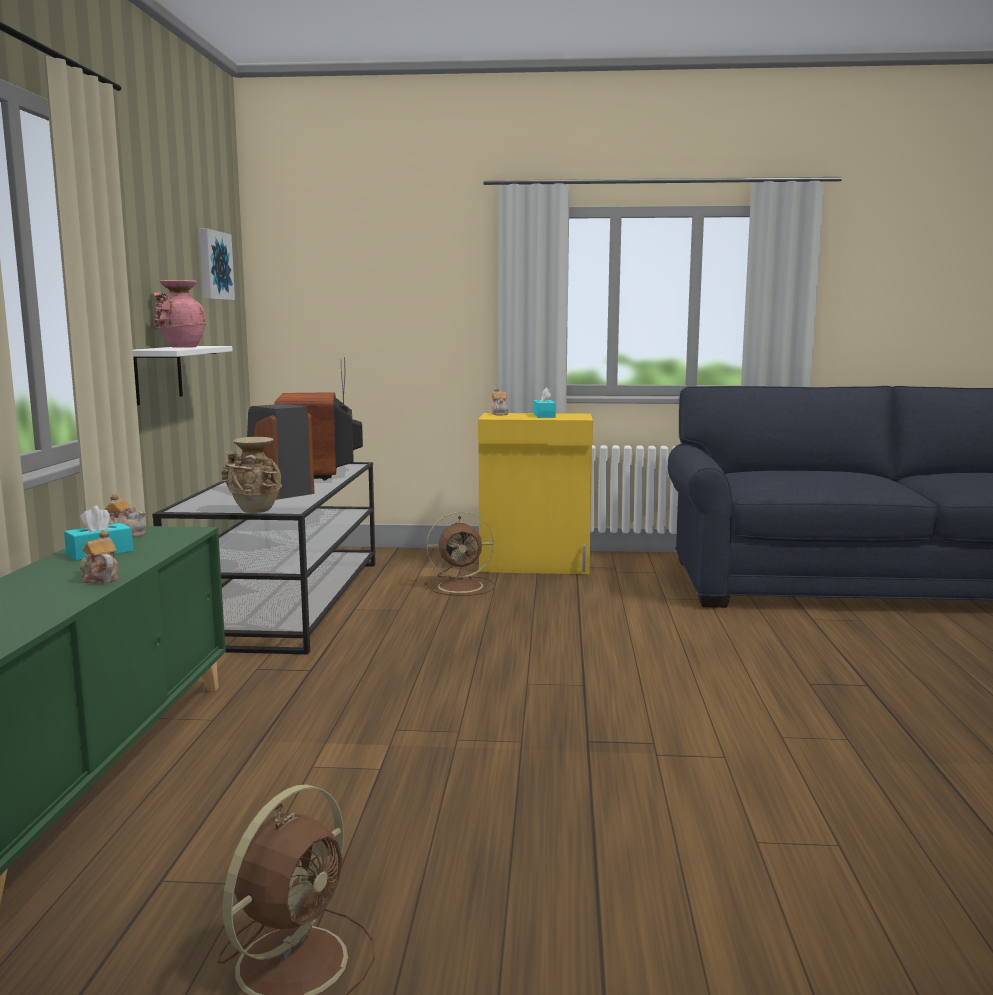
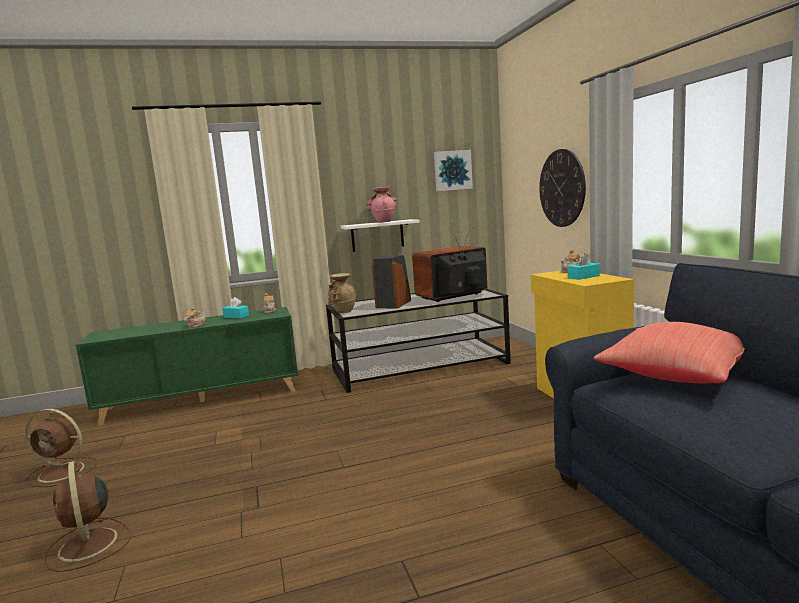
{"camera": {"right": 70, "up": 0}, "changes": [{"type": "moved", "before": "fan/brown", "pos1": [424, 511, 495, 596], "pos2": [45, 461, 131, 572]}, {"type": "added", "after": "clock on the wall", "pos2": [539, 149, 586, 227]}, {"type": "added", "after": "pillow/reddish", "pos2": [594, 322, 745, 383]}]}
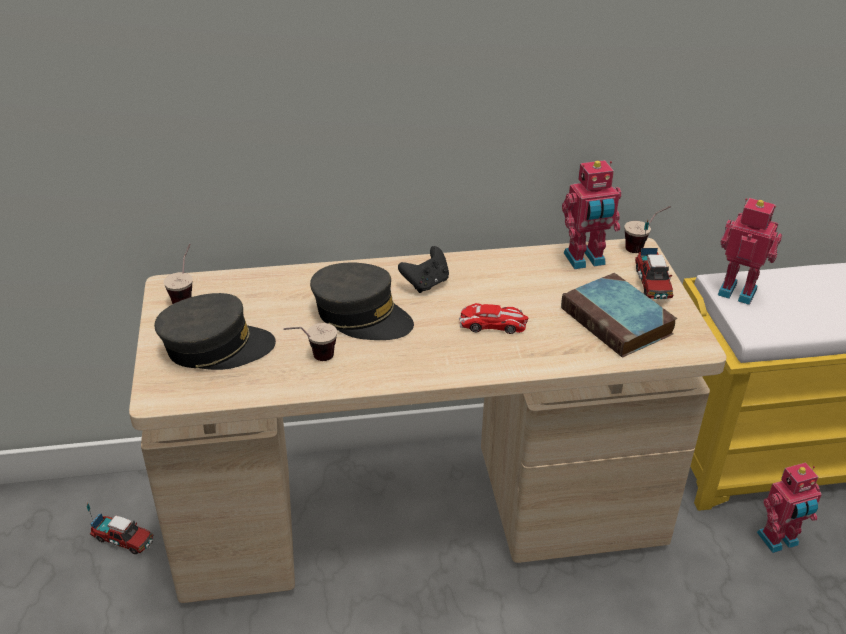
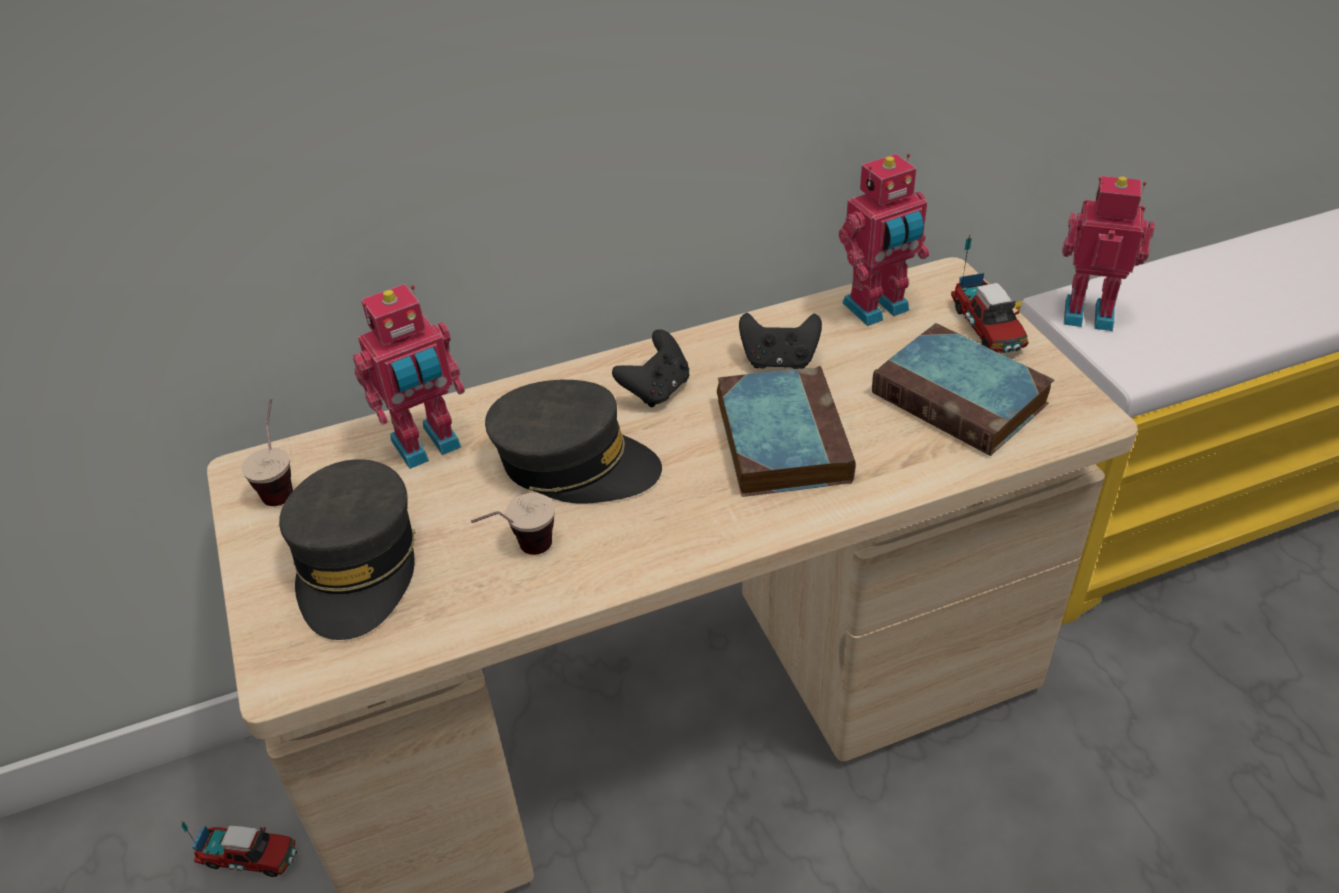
{"camera": {"right": -10, "up": 5}, "changes": [{"type": "turned", "before": "baseball cap/greyish", "pos1": [154, 293, 276, 370], "pos2": [279, 459, 415, 640], "turn": 105}, {"type": "moved", "before": "robot figure", "pos1": [757, 462, 822, 553], "pos2": [353, 284, 465, 469]}, {"type": "replaced", "before": "miniature car", "after": "bound book", "pos1": [459, 303, 528, 334], "pos2": [717, 366, 856, 497]}, {"type": "added", "after": "joypad/black", "pos2": [739, 313, 822, 369]}, {"type": "removed", "before": "small cup", "pos1": [625, 206, 671, 253]}]}
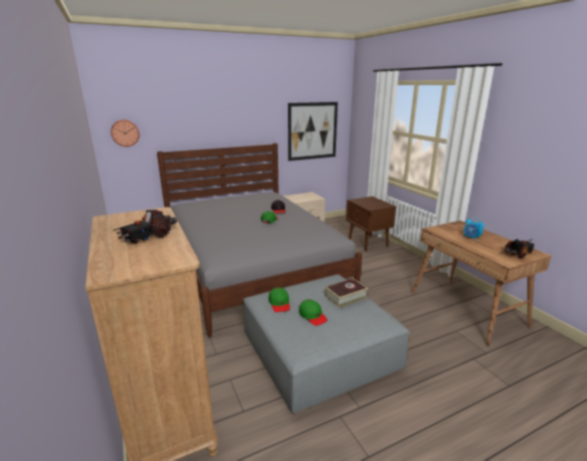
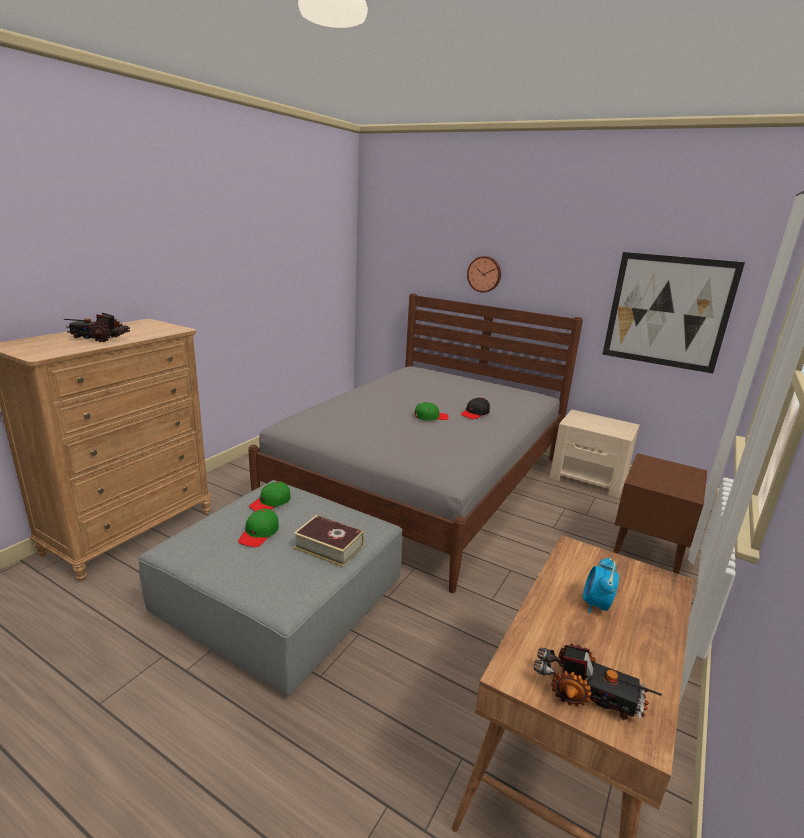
{"camera": {"right": 55, "up": 0}, "changes": [{"type": "moved", "before": "clock on the wall", "pos1": [111, 120, 139, 147], "pos2": [467, 256, 501, 293]}]}
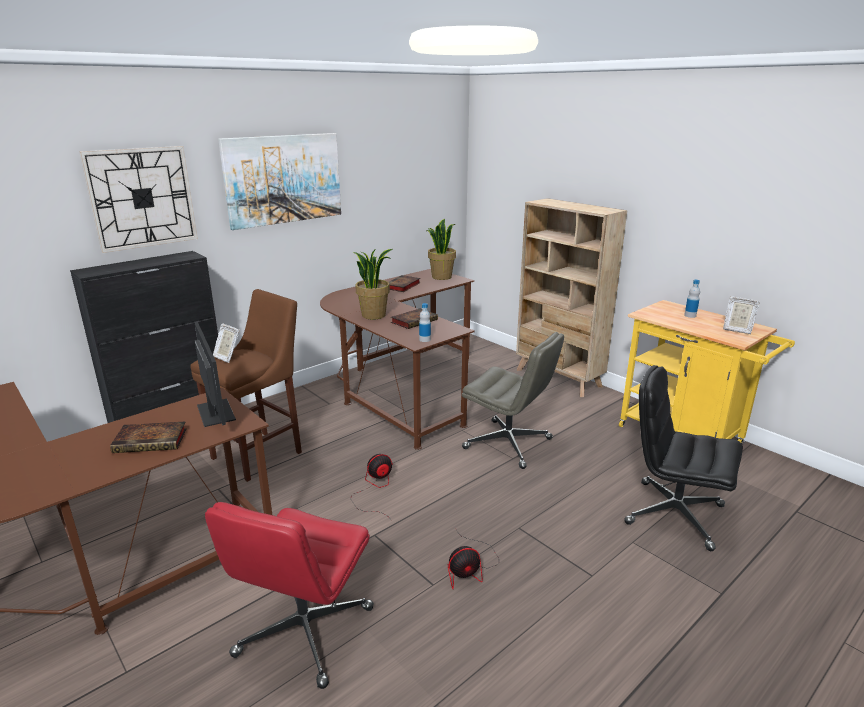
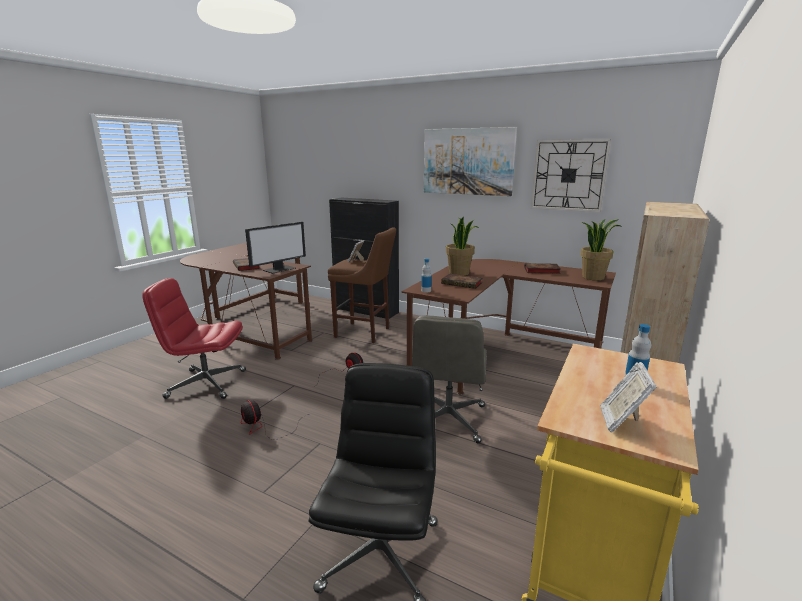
{"camera": {"right": 70, "up": -5}, "changes": [{"type": "moved", "before": "clock on the wall", "pos1": [79, 146, 198, 253], "pos2": [531, 139, 611, 212]}]}
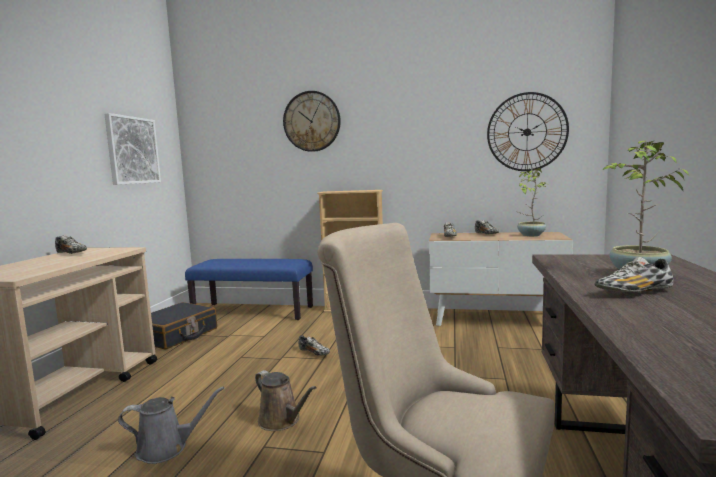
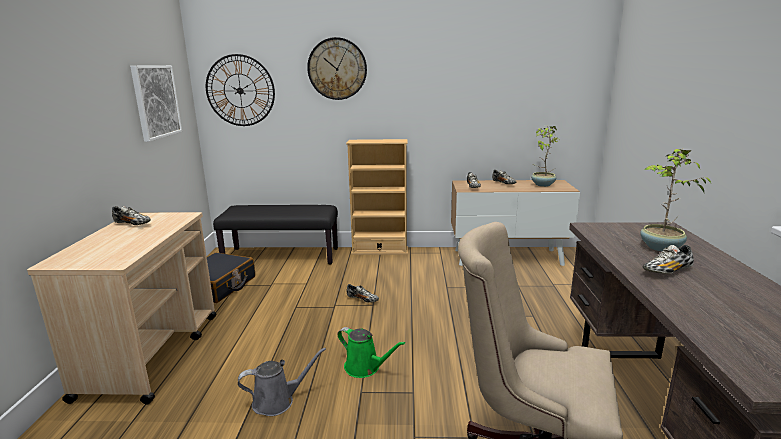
{"camera": {"right": -10, "up": 10}, "changes": [{"type": "moved", "before": "clock on the wall", "pos1": [487, 92, 569, 171], "pos2": [206, 54, 275, 126]}, {"type": "recoloured", "before": "long seat/bluish", "after": "long seat/black", "pos1": [185, 259, 313, 320], "pos2": [213, 205, 338, 264]}, {"type": "recoloured", "before": "sprinkling can/brown", "after": "sprinkling can/green", "pos1": [255, 370, 317, 431], "pos2": [337, 327, 405, 378]}]}
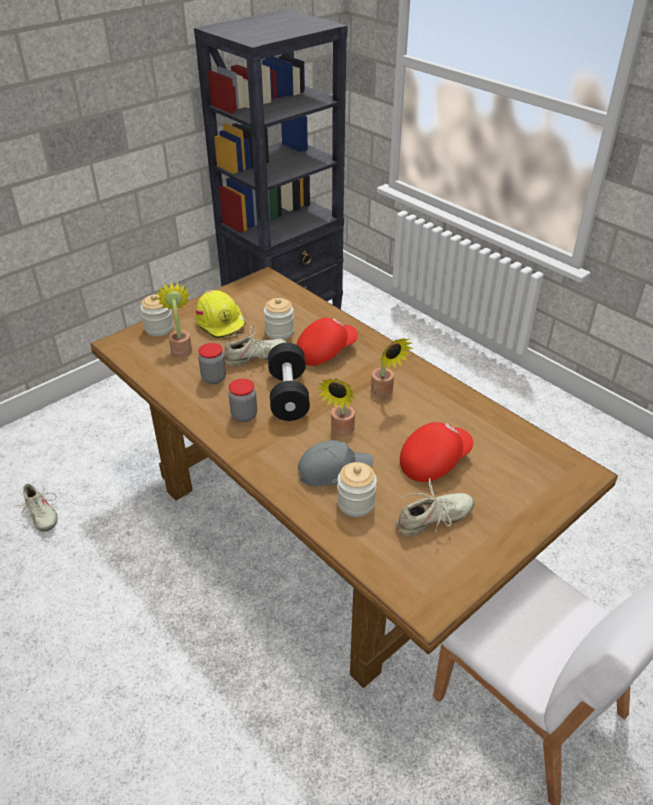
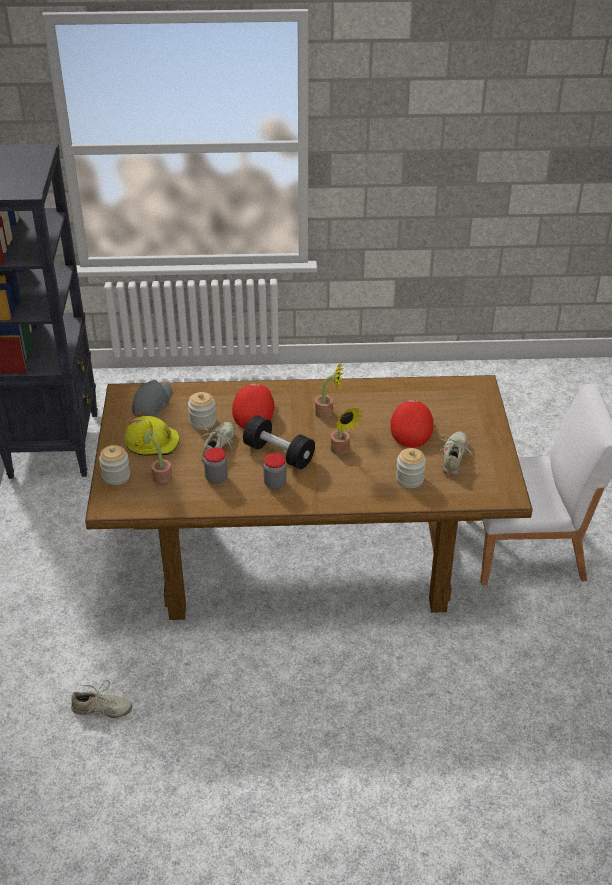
{"camera": {"right": -50, "up": 0}, "changes": [{"type": "moved", "before": "baseball cap/greyish", "pos1": [298, 440, 373, 486], "pos2": [132, 380, 173, 417]}]}
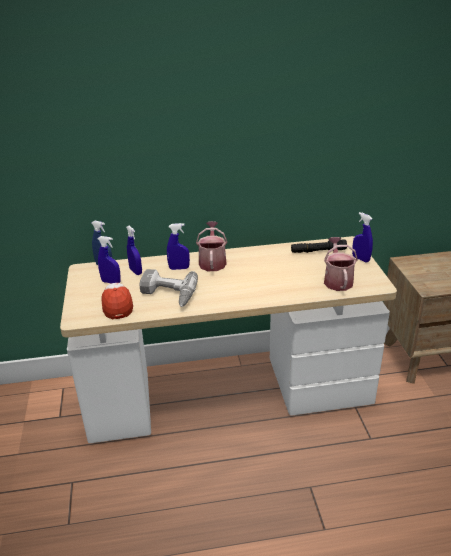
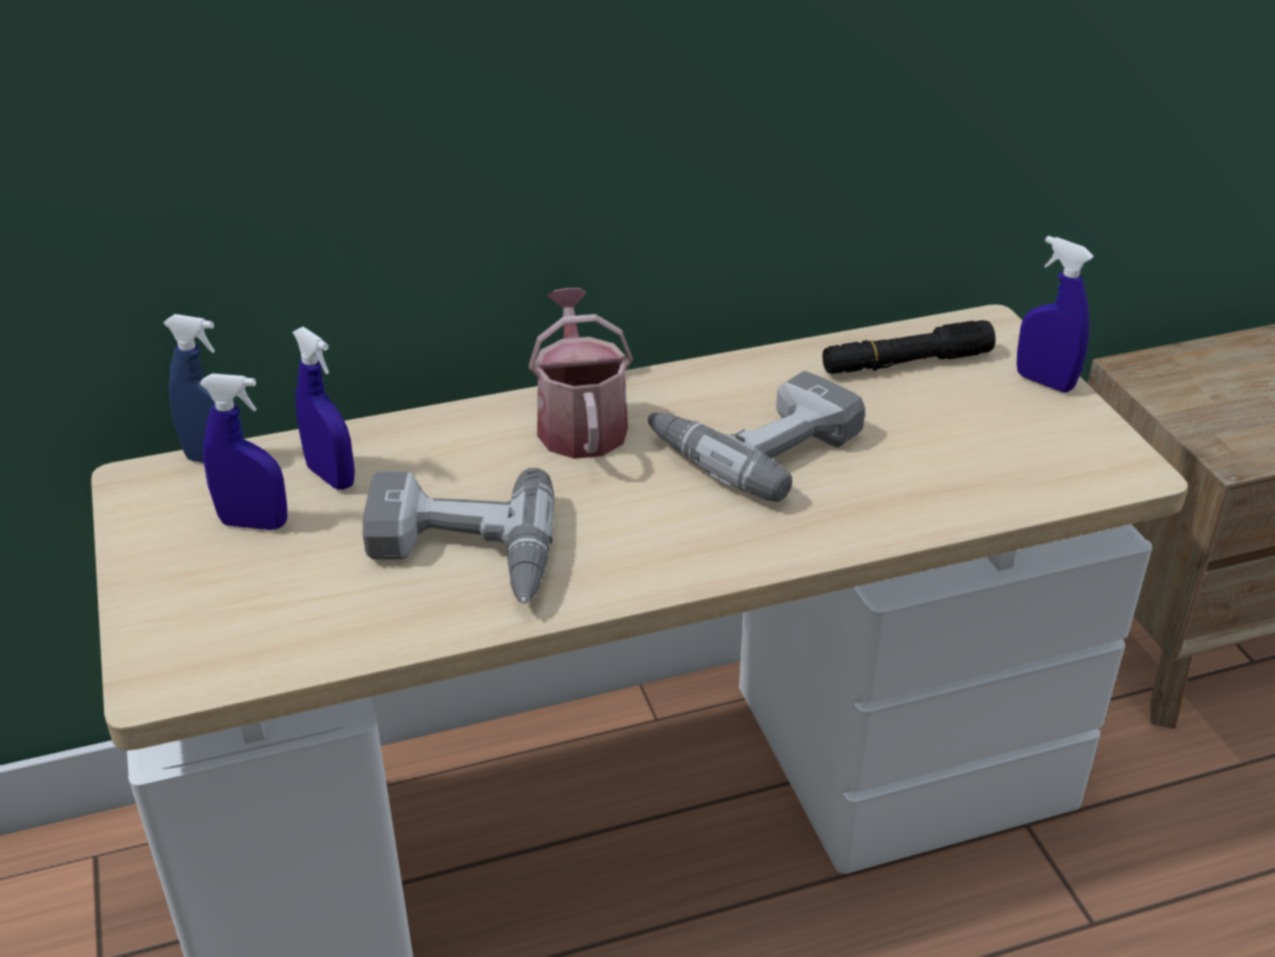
{"camera": {"right": -10, "up": 5}, "changes": [{"type": "added", "after": "electric drill", "pos2": [647, 371, 865, 502]}, {"type": "removed", "before": "baseball cap", "pos1": [101, 283, 133, 319]}, {"type": "removed", "before": "spray bottle/bluish", "pos1": [167, 223, 190, 270]}, {"type": "removed", "before": "sprinkling can", "pos1": [324, 237, 358, 291]}]}
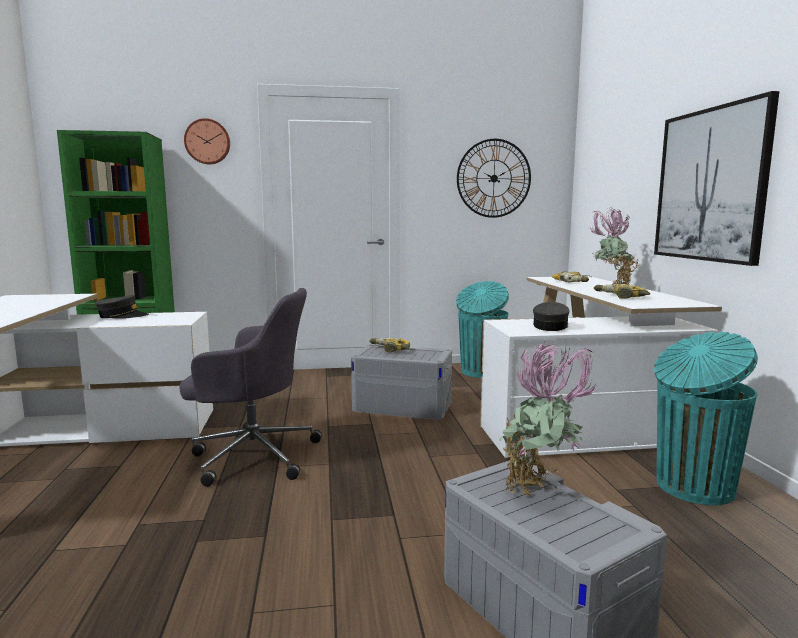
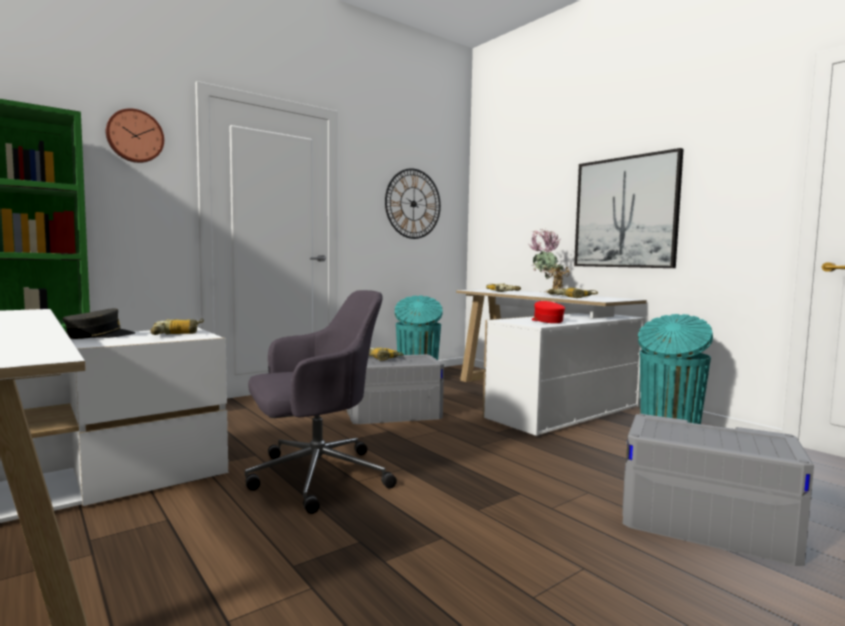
{"camera": {"right": -30, "up": -5}, "changes": [{"type": "added", "after": "electric drill", "pos2": [151, 319, 204, 335]}, {"type": "recoloured", "before": "baseball cap/greyish", "after": "baseball cap/reddish", "pos1": [533, 302, 569, 331], "pos2": [532, 301, 565, 323]}, {"type": "removed", "before": "plant in a pot", "pos1": [499, 339, 597, 496]}]}
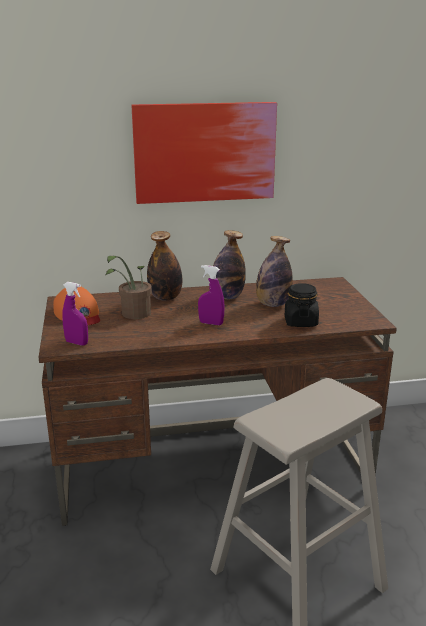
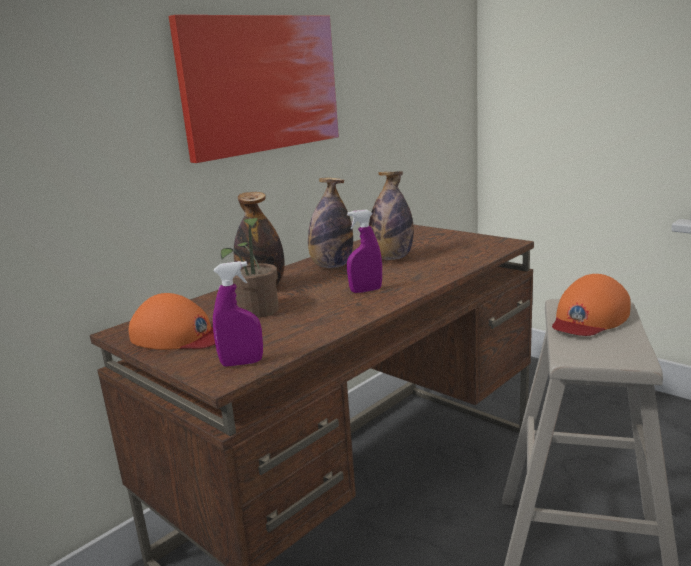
{"camera": {"right": -35, "up": -5}, "changes": [{"type": "added", "after": "baseball cap/orange-coloured", "pos2": [552, 274, 631, 336]}, {"type": "removed", "before": "storage jar/black", "pos1": [285, 283, 319, 327]}]}
